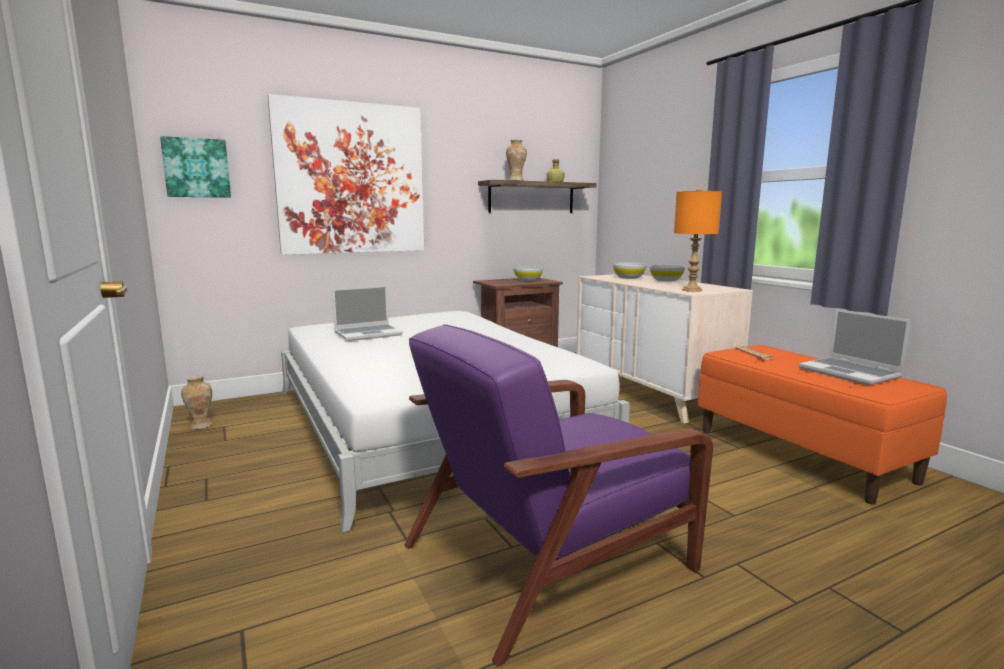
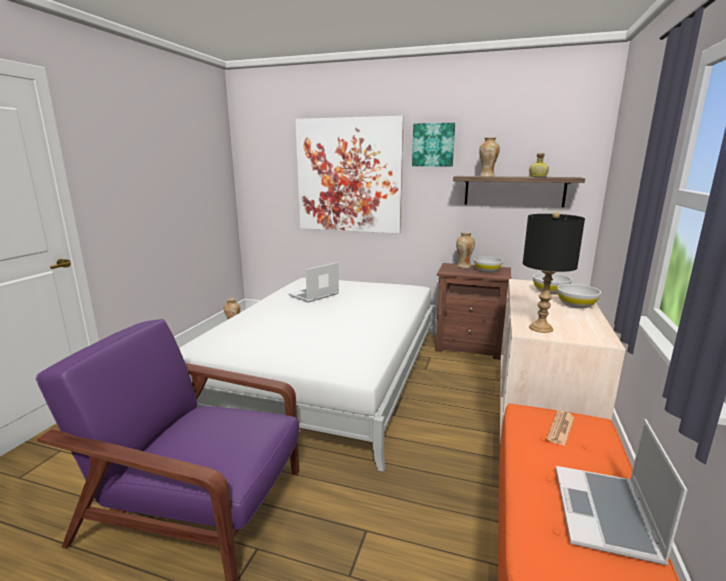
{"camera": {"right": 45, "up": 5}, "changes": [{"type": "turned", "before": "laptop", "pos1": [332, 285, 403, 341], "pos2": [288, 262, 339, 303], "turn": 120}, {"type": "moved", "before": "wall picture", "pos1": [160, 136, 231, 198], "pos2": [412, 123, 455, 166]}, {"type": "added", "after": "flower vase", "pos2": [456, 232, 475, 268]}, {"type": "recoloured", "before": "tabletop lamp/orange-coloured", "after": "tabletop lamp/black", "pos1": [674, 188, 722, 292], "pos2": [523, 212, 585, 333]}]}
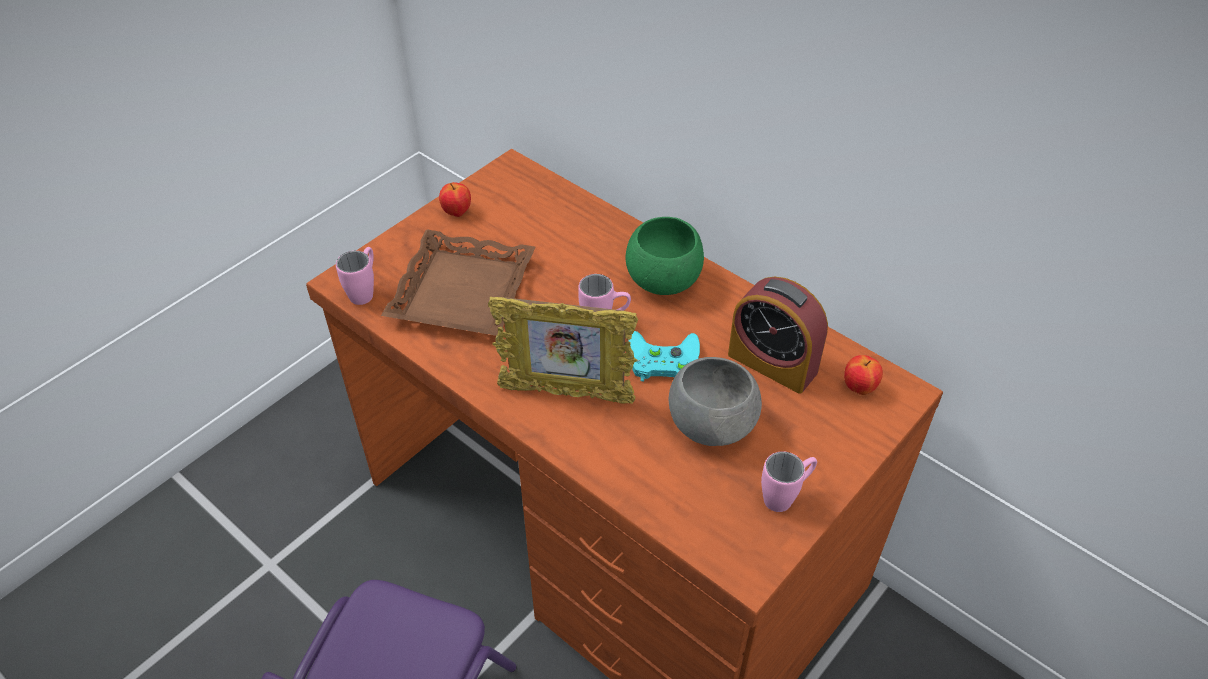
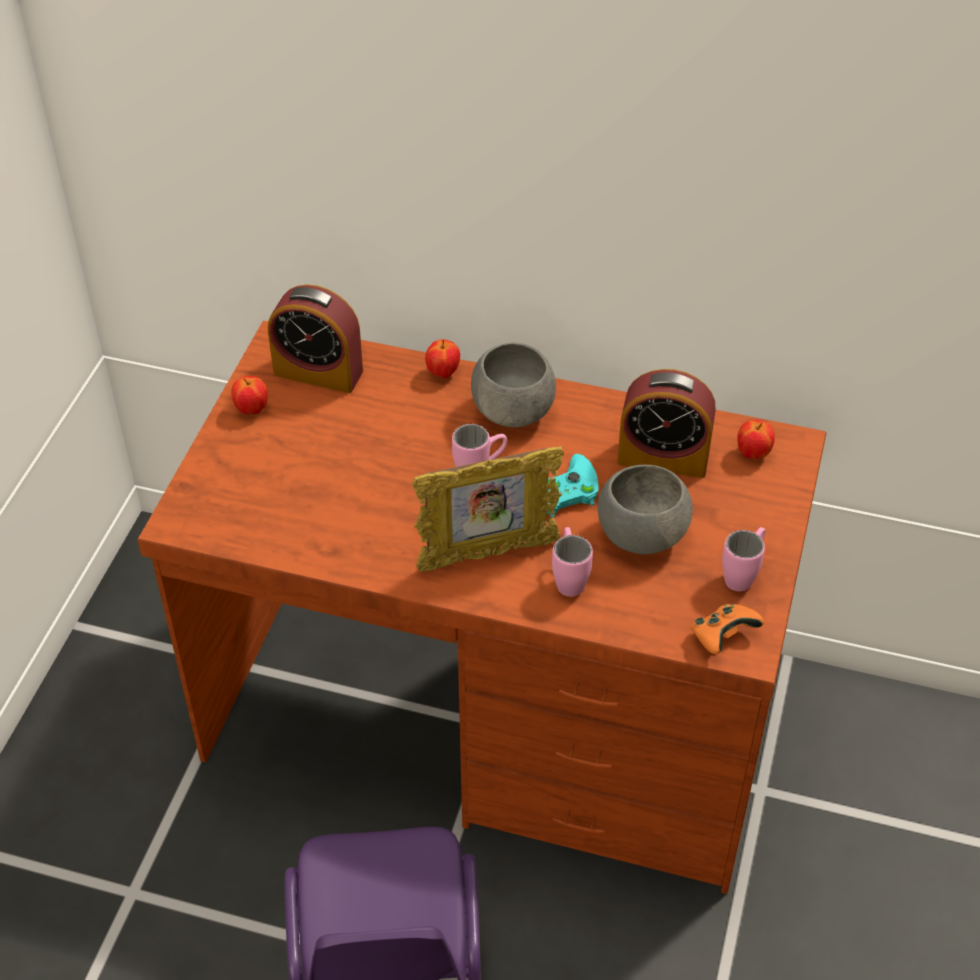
{"camera": {"right": -25, "up": 0}, "changes": [{"type": "added", "after": "alarm clock", "pos2": [268, 285, 363, 393]}, {"type": "added", "after": "apple", "pos2": [425, 339, 460, 378]}, {"type": "recoloured", "before": "serving bowl/green", "after": "serving bowl/greyish", "pos1": [625, 217, 704, 295], "pos2": [471, 343, 556, 427]}, {"type": "moved", "before": "tea mug/pinkish", "pos1": [336, 247, 374, 305], "pos2": [552, 527, 593, 597]}, {"type": "added", "after": "joypad/orange-coloured", "pos2": [691, 603, 764, 654]}, {"type": "removed", "before": "tray/brown", "pos1": [381, 229, 535, 336]}]}
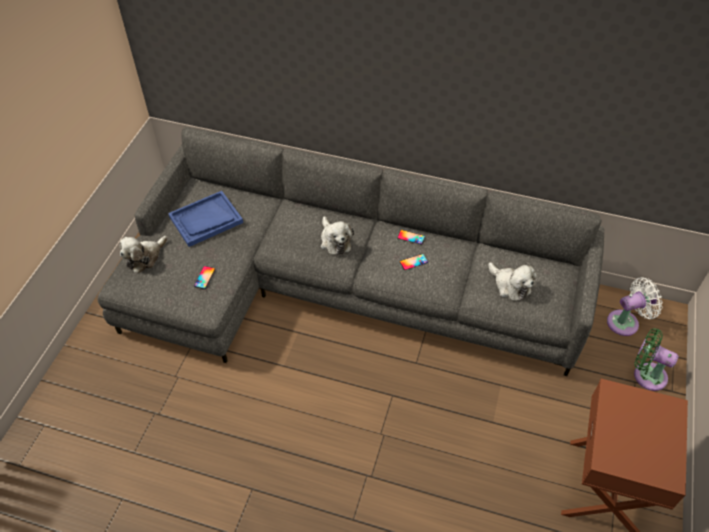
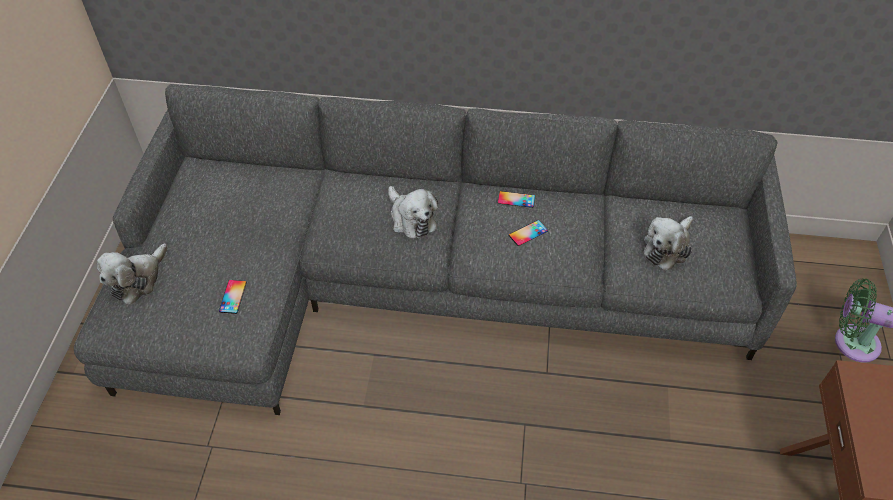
{"camera": {"right": -10, "up": 0}, "changes": [{"type": "turned", "before": "soft toy", "pos1": [488, 262, 537, 301], "pos2": [644, 216, 693, 271], "turn": 90}, {"type": "removed", "before": "tray/bluish", "pos1": [168, 191, 243, 247]}, {"type": "removed", "before": "fan/white", "pos1": [607, 277, 663, 336]}]}
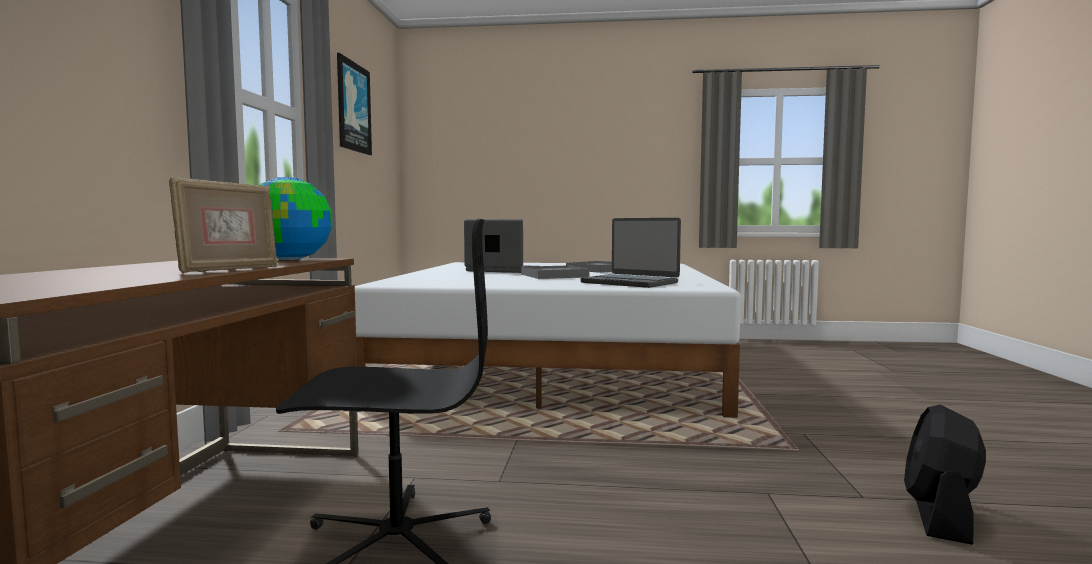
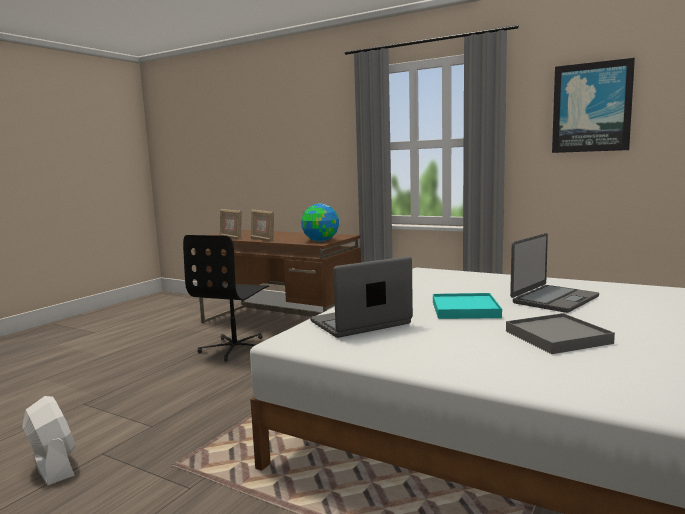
{"camera": {"right": 115, "up": 5}, "changes": [{"type": "recoloured", "before": "fan/black", "after": "fan/white", "pos1": [904, 404, 986, 545], "pos2": [22, 396, 76, 485]}, {"type": "added", "after": "picture frame", "pos2": [220, 209, 242, 240]}, {"type": "recoloured", "before": "tray/greyish", "after": "tray/turquoise-coloured", "pos1": [521, 265, 589, 279], "pos2": [433, 293, 502, 319]}]}
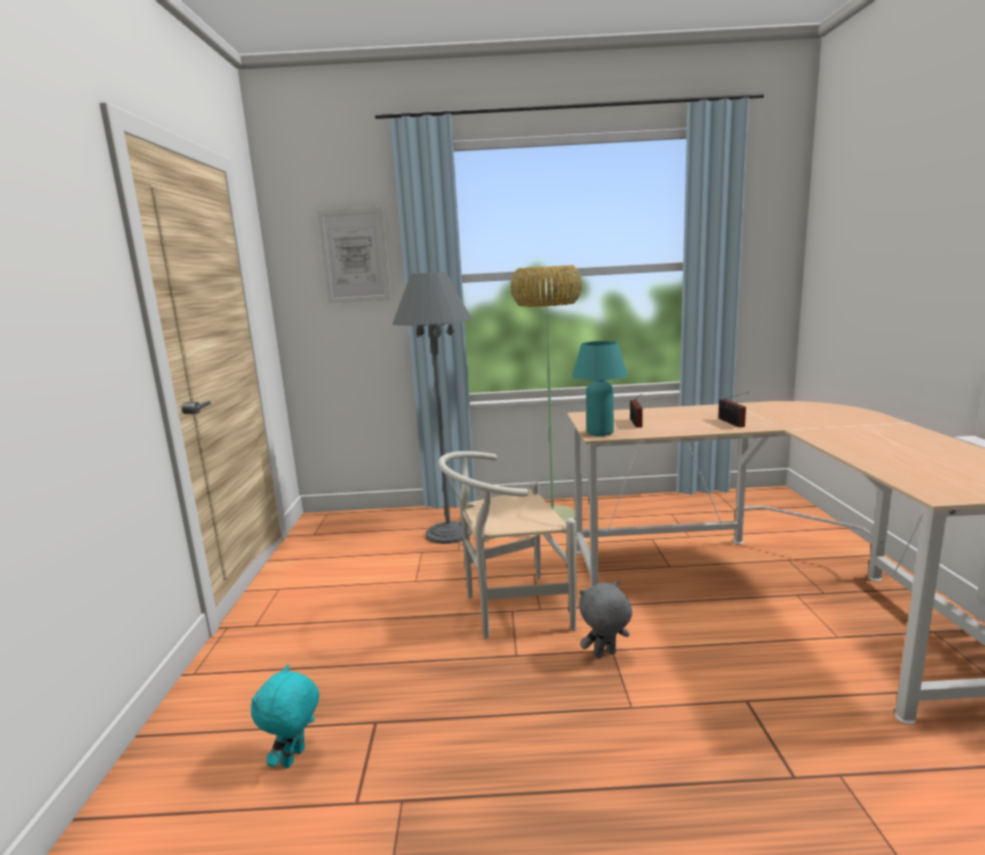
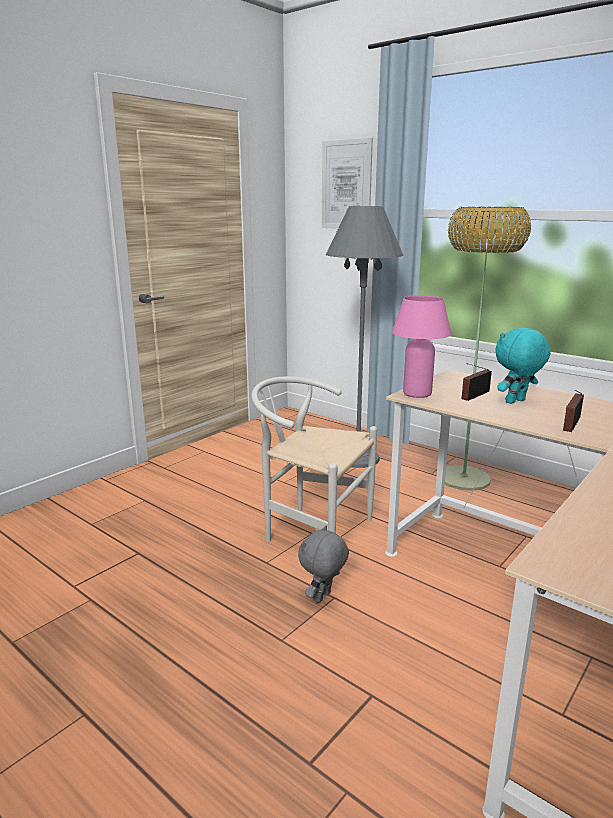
{"camera": {"right": 40, "up": 5}, "changes": [{"type": "turned", "before": "soft toy/greyish", "pos1": [579, 581, 632, 659], "pos2": [298, 525, 349, 603], "turn": -75}, {"type": "recoloured", "before": "tabletop lamp/turquoise-coloured", "after": "tabletop lamp/pinkish", "pos1": [572, 341, 628, 436], "pos2": [392, 295, 452, 398]}, {"type": "moved", "before": "soft toy/turquoise-coloured", "pos1": [251, 664, 319, 768], "pos2": [495, 328, 551, 404]}]}
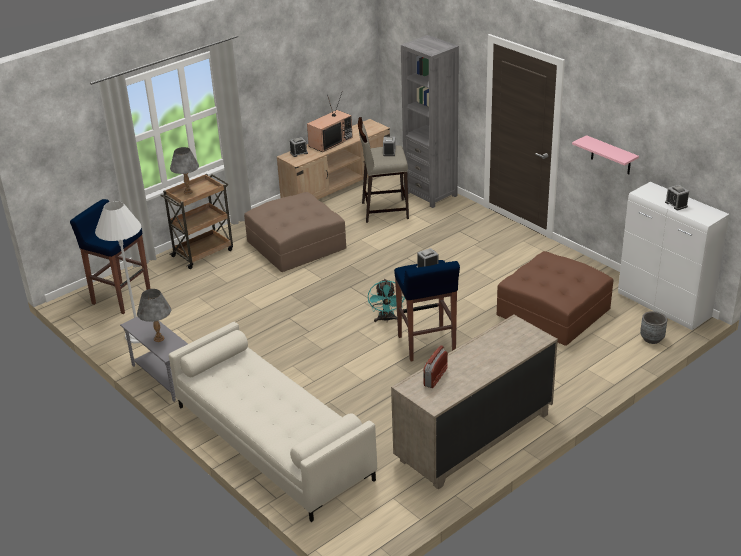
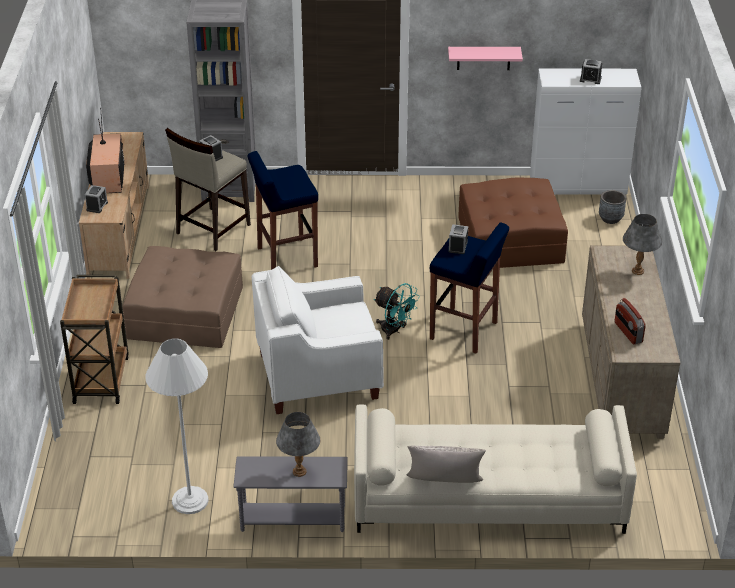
{"camera": {"right": -50, "up": 5}, "changes": [{"type": "moved", "before": "sitting stool/bluish", "pos1": [70, 199, 151, 314], "pos2": [248, 151, 318, 270]}, {"type": "added", "after": "lounge chair/white", "pos2": [252, 266, 384, 414]}, {"type": "added", "after": "pillow/greyish", "pos2": [407, 446, 486, 483]}, {"type": "moved", "before": "tabletop lamp/greyish", "pos1": [170, 147, 199, 195], "pos2": [623, 214, 662, 275]}]}
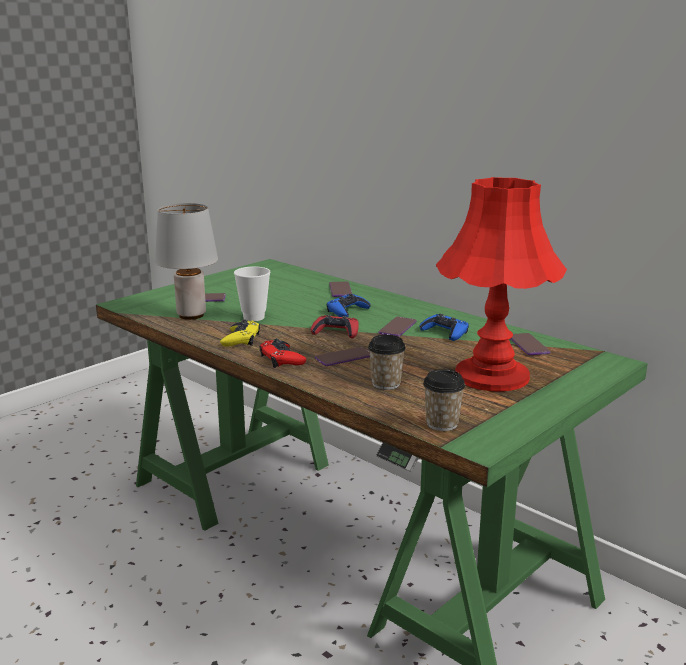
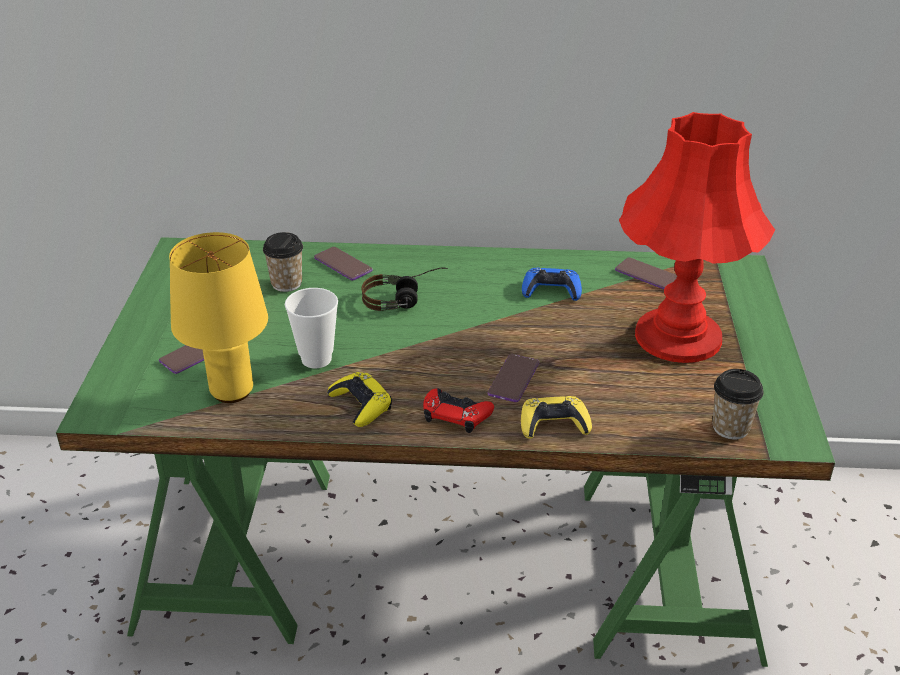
{"camera": {"right": -40, "up": 15}, "changes": [{"type": "recoloured", "before": "tabletop lamp/greyish", "after": "tabletop lamp/yellowish", "pos1": [155, 203, 218, 320], "pos2": [169, 232, 268, 403]}, {"type": "moved", "before": "small cup", "pos1": [368, 335, 406, 390], "pos2": [263, 232, 303, 292]}, {"type": "replaced", "before": "joypad/bluish", "after": "headset", "pos1": [327, 293, 371, 317], "pos2": [362, 268, 448, 311]}, {"type": "added", "after": "joypad/yellowish", "pos2": [521, 396, 592, 439]}, {"type": "removed", "before": "joypad/reddish", "pos1": [311, 315, 359, 338]}, {"type": "removed", "before": "telephone", "pos1": [378, 317, 417, 337]}]}
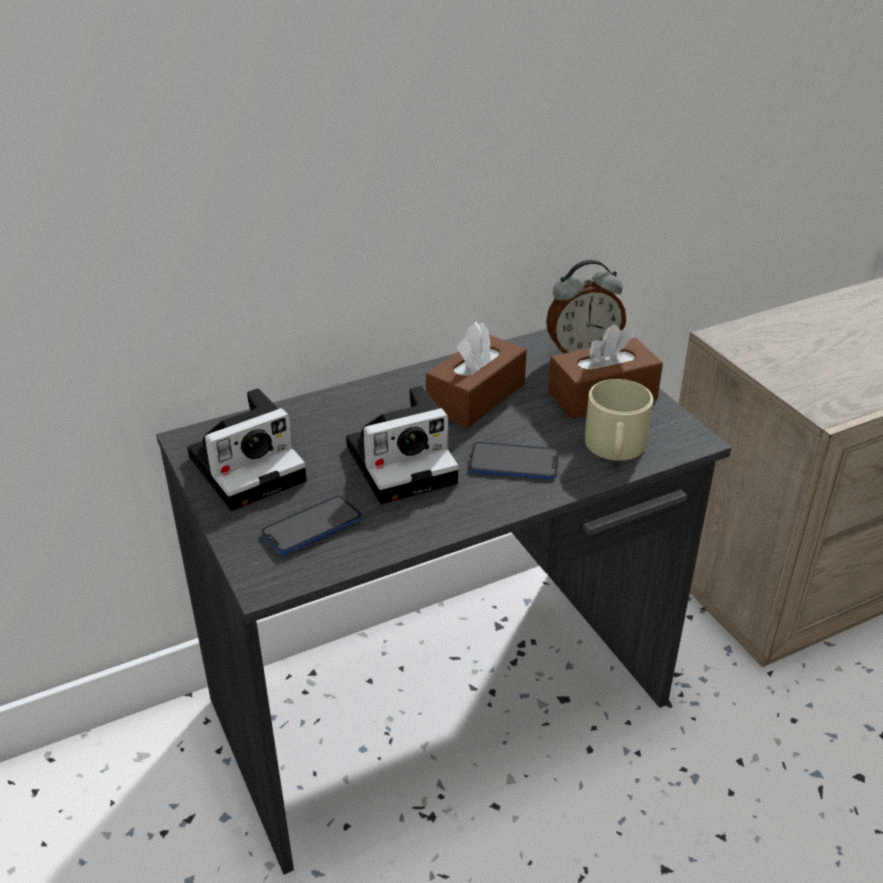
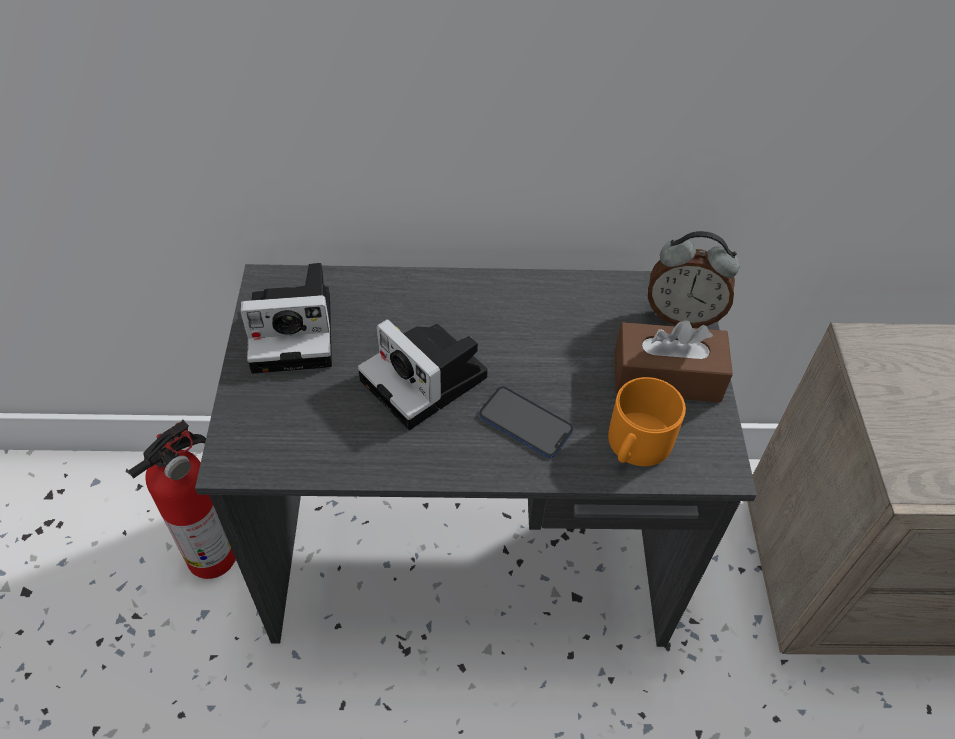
{"camera": {"right": 25, "up": 15}, "changes": [{"type": "added", "after": "fire extinguisher", "pos2": [128, 420, 236, 579]}, {"type": "turned", "before": "still camera", "pos1": [346, 386, 459, 504], "pos2": [358, 319, 488, 430], "turn": 45}, {"type": "recoloured", "before": "tea mug/sand-coloured", "after": "tea mug/orange-coloured", "pos1": [585, 379, 653, 461], "pos2": [608, 377, 686, 466]}, {"type": "removed", "before": "telephone", "pos1": [261, 496, 361, 554]}, {"type": "removed", "before": "tissue box/brown", "pos1": [426, 322, 527, 428]}]}
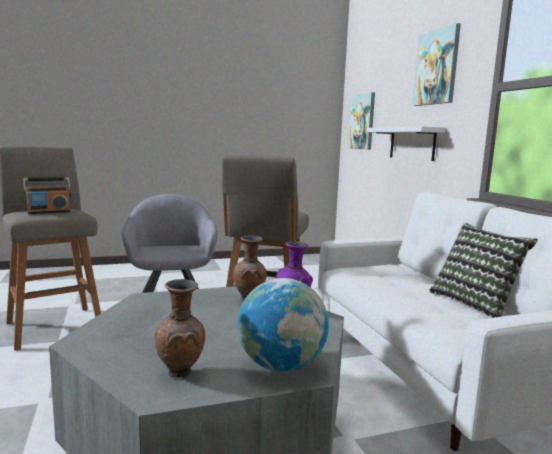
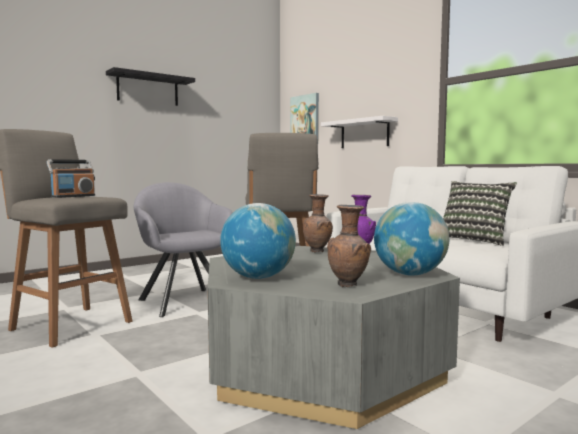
{"camera": {"right": -20, "up": -5}, "changes": [{"type": "added", "after": "wall shelf/black", "pos2": [106, 67, 195, 106]}, {"type": "added", "after": "world globe", "pos2": [220, 203, 296, 279]}, {"type": "removed", "before": "wall picture", "pos1": [412, 23, 461, 106]}]}
